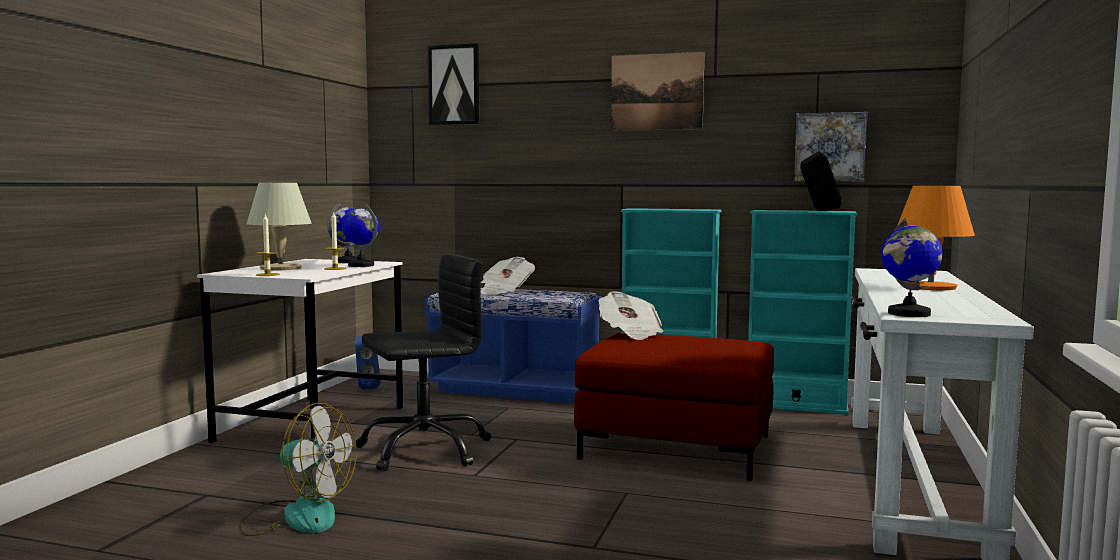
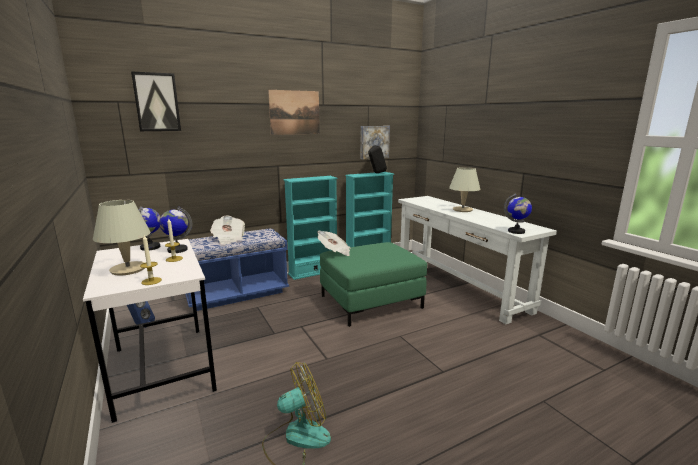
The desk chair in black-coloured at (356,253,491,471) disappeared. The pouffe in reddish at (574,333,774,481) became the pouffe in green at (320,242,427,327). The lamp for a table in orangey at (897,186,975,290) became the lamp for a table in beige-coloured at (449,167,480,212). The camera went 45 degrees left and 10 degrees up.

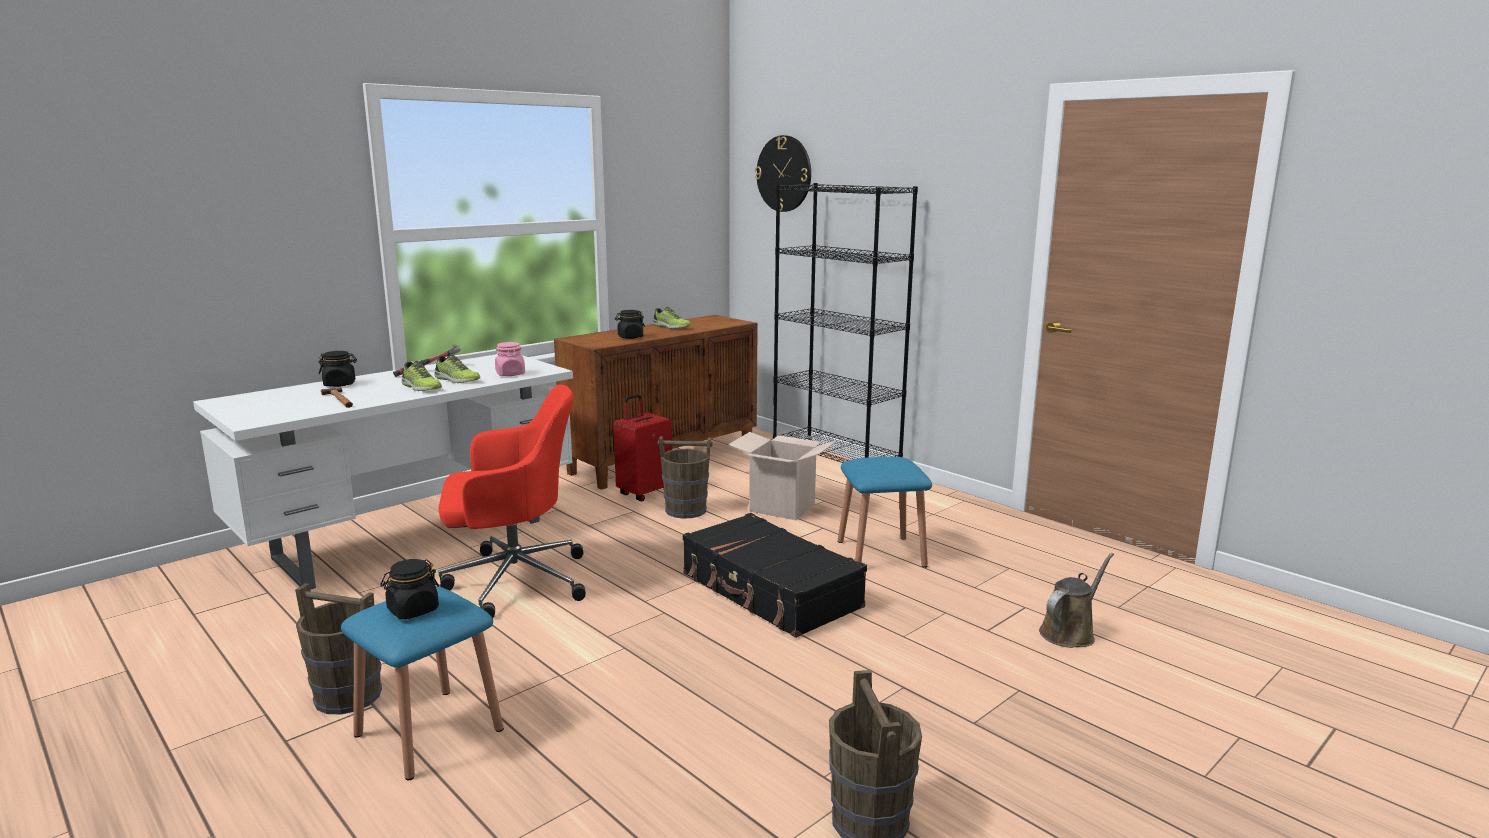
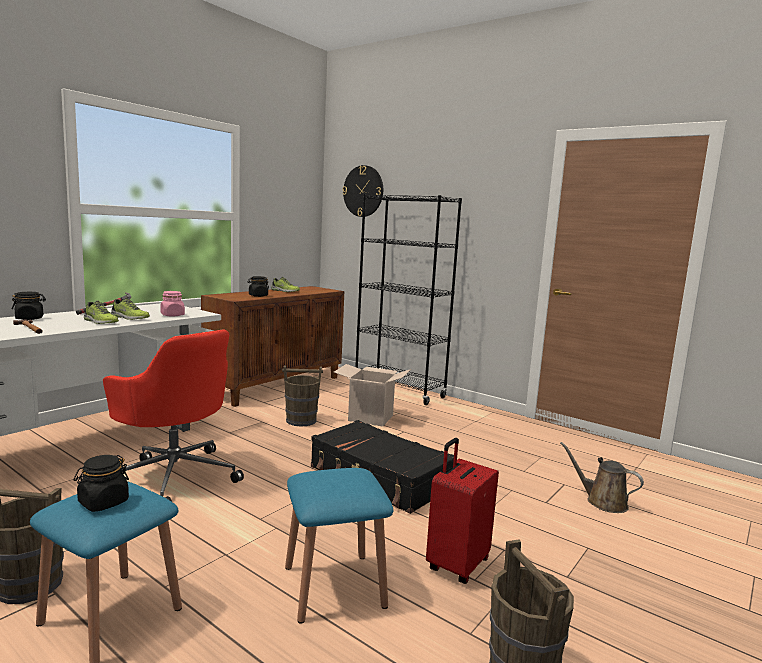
The desk chair in reddish at (438,384,586,618) turned 60 degrees clockwise. The travel case in reddish moved from (613,394,672,501) to (426,438,499,584). The sitting stool in blue moved from (838,457,932,568) to (285,468,393,624). The watering can in brown at (1039,553,1114,648) turned 90 degrees counterclockwise. The camera went 10 degrees left and 5 degrees down.

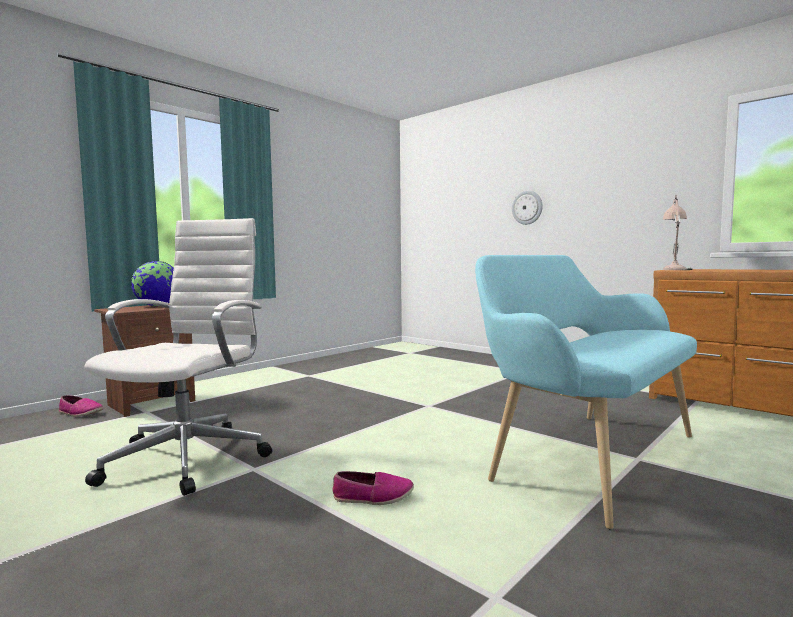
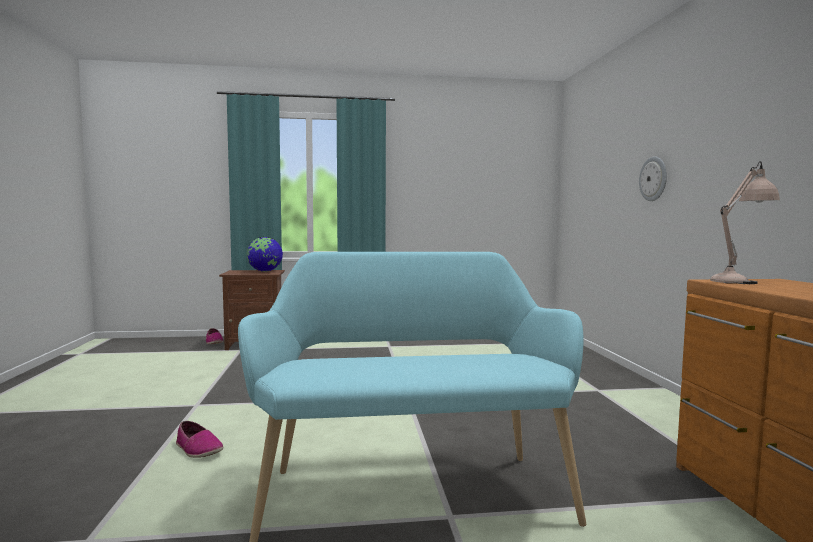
The desk chair in whitish at (84,218,272,496) disappeared. The camera went 40 degrees right and 0 degrees up.

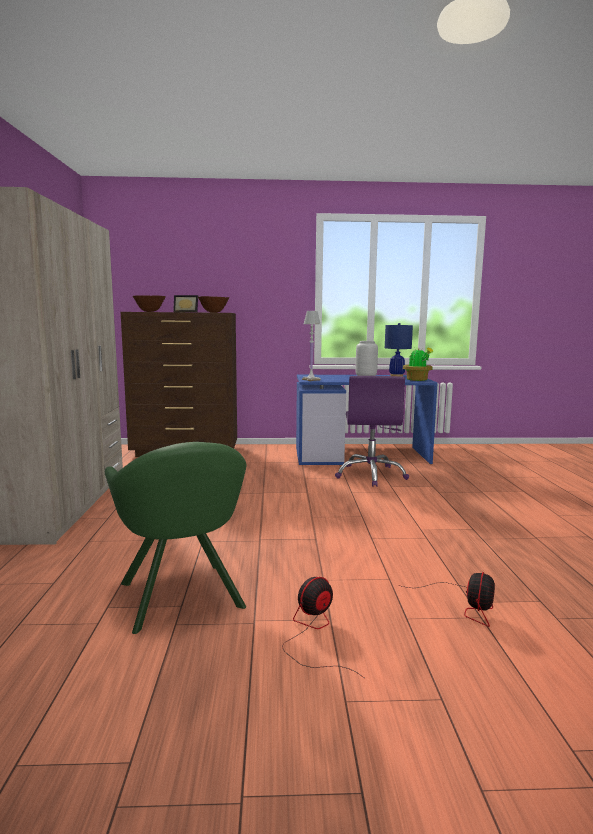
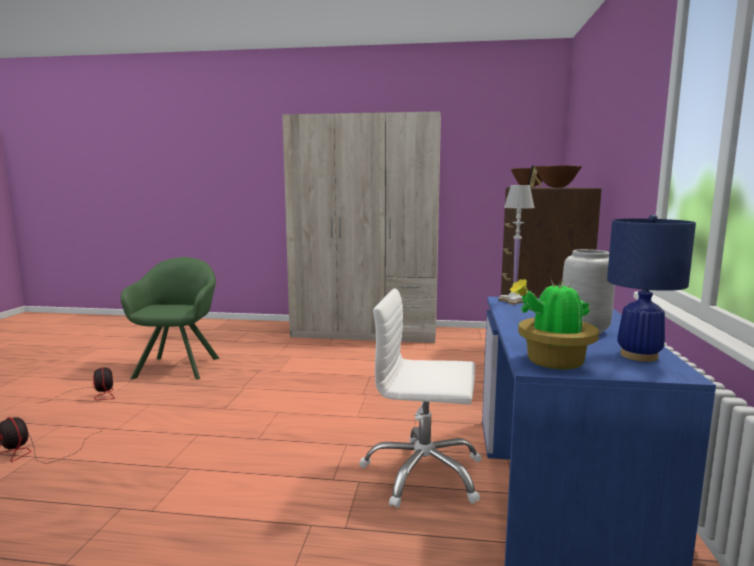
The easy chair in green at (105,442,246,634) turned 105 degrees clockwise. The desk chair in purple at (335,376,409,487) became the desk chair in whitish at (359,289,481,508). The camera went 100 degrees right and 0 degrees up.

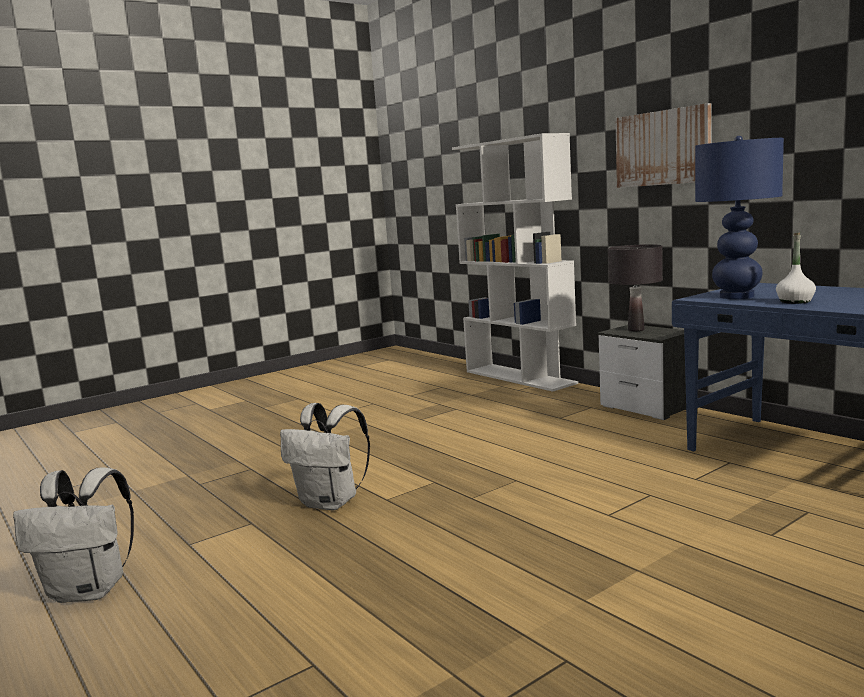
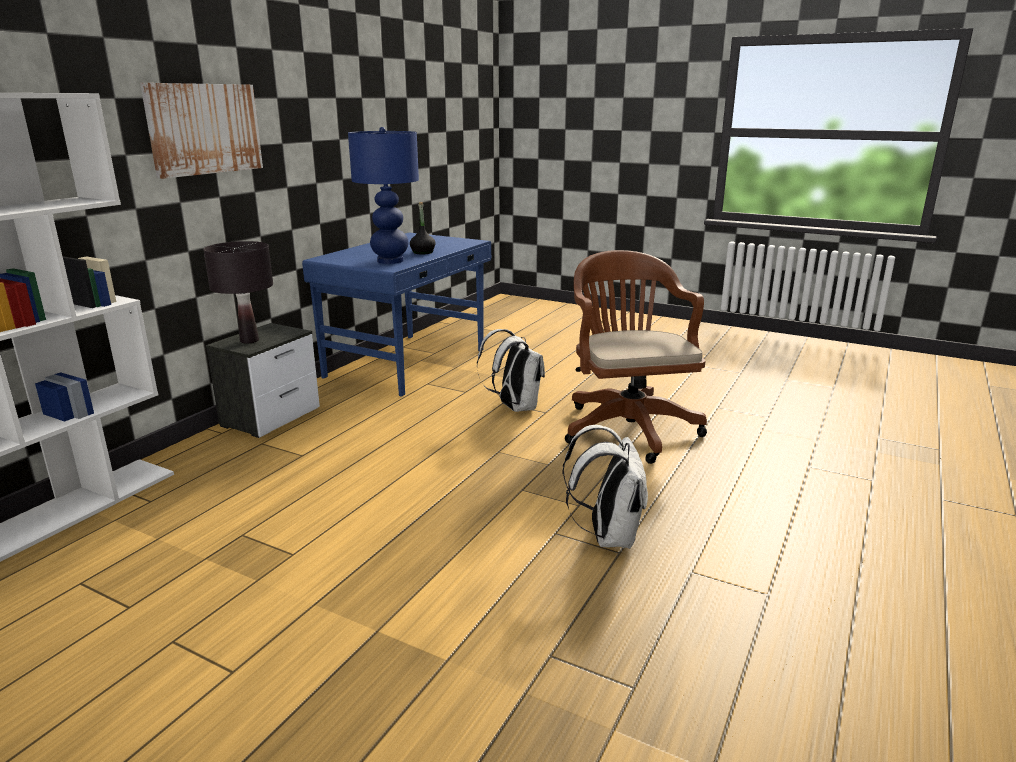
The knapsack in whitish moved from (13,467,134,603) to (477,329,545,412). The drink bottle in whitish at (776,232,816,304) became the drink bottle in black-coloured at (410,202,436,254). The desk chair in brown at (565,250,707,464) appeared. The camera went 115 degrees left and 10 degrees up.

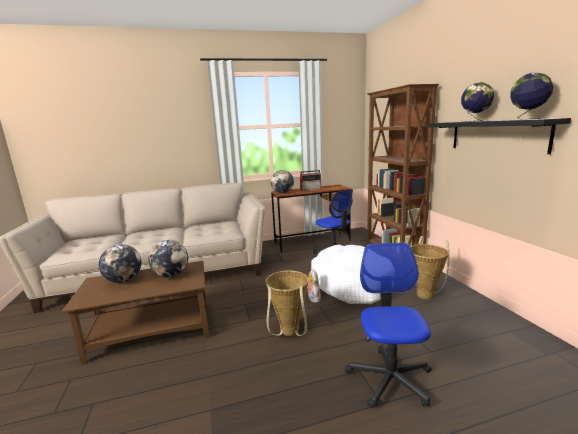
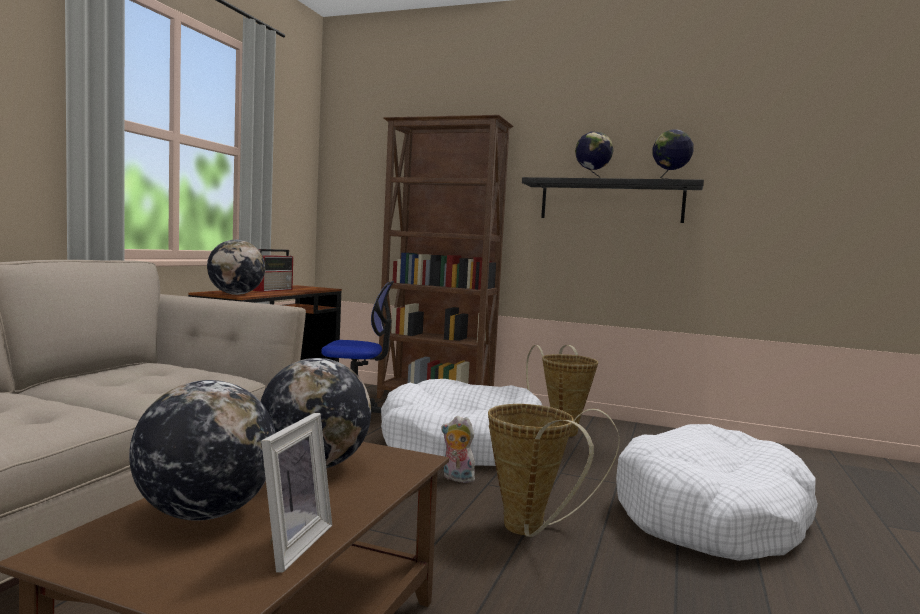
The desk chair at (345,243,432,408) was replaced by the dog bed in whitish at (616,424,818,561). The picture frame at (261,413,332,573) appeared. The camera went 55 degrees left and 10 degrees down.

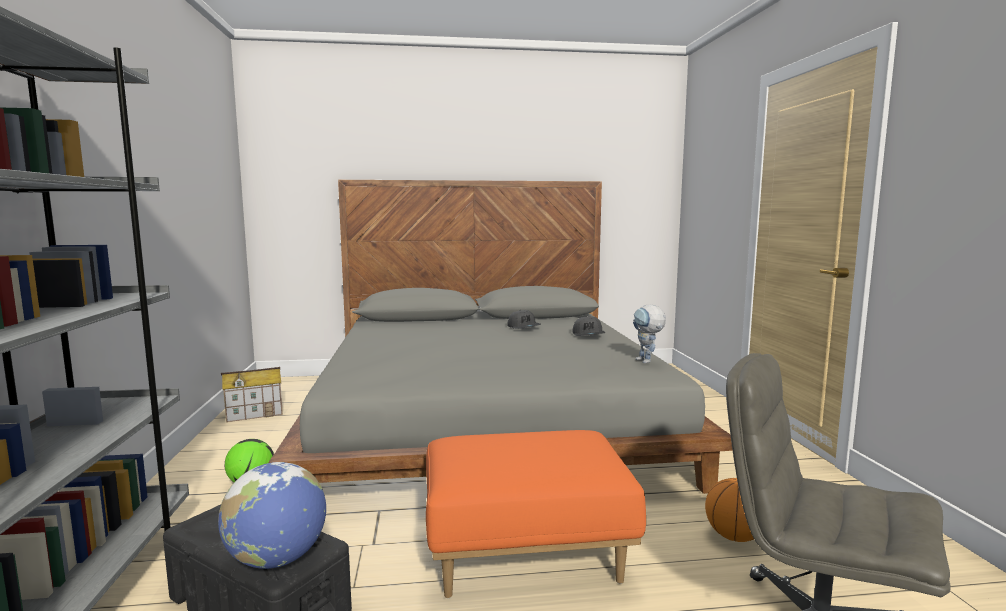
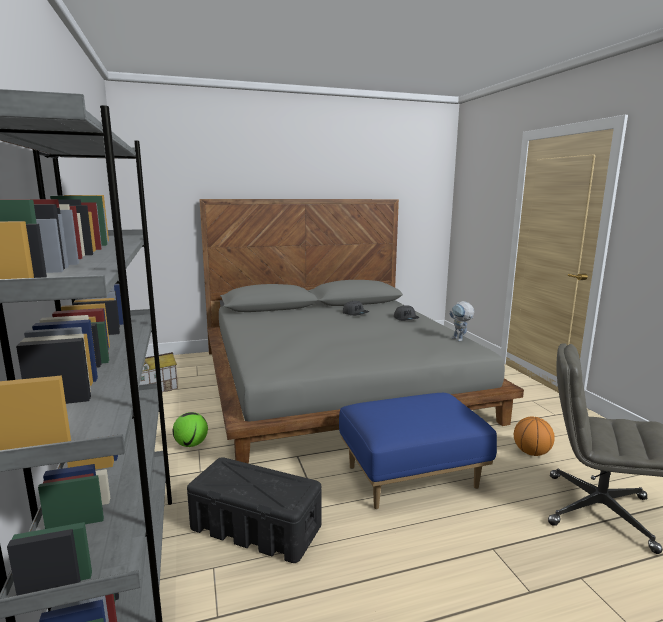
The world globe at (218,462,326,569) disappeared. The pouffe in orangey at (426,430,646,598) became the pouffe in blue at (339,393,497,509). The camera went 10 degrees left and 5 degrees up.

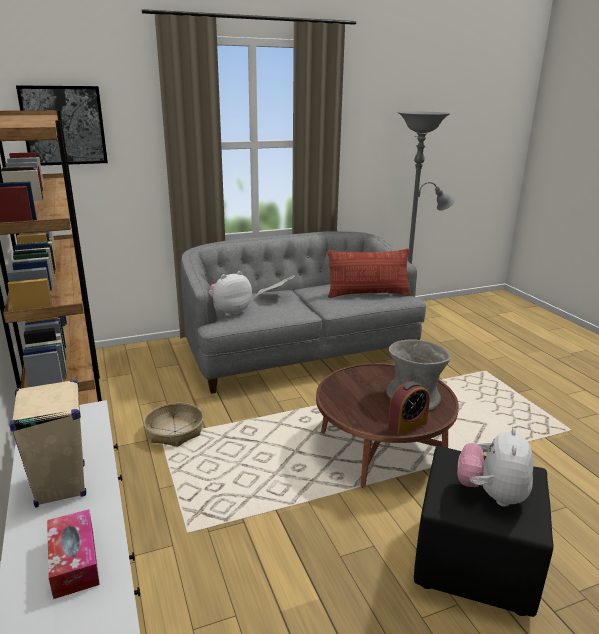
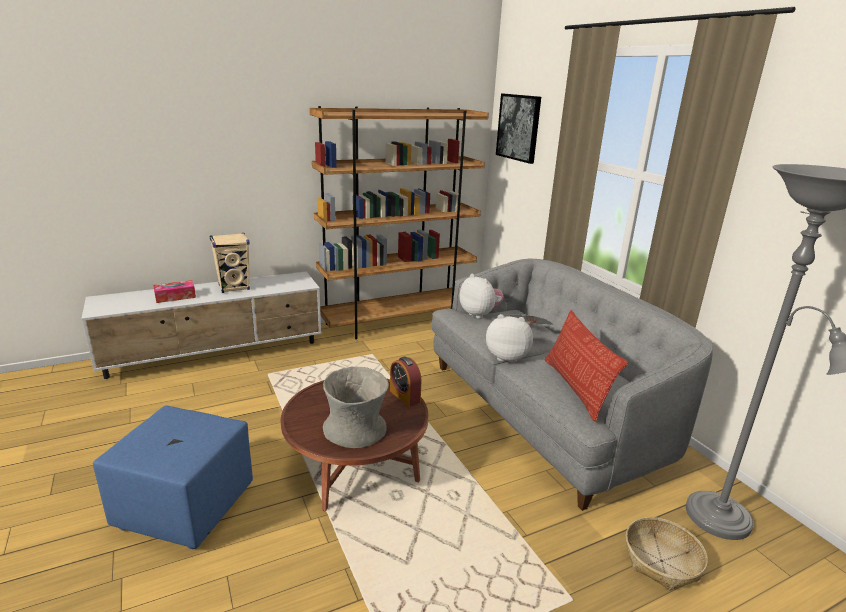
The storage basket moved from (144,403,204,447) to (626,517,708,591). The table clock moved from (388,381,430,434) to (390,357,421,407). The pouffe in black-coloured at (414,446,553,617) became the pouffe in blue at (93,405,253,549). The plush toy moved from (457,428,533,507) to (486,314,533,363). The camera went 85 degrees right and 0 degrees up.

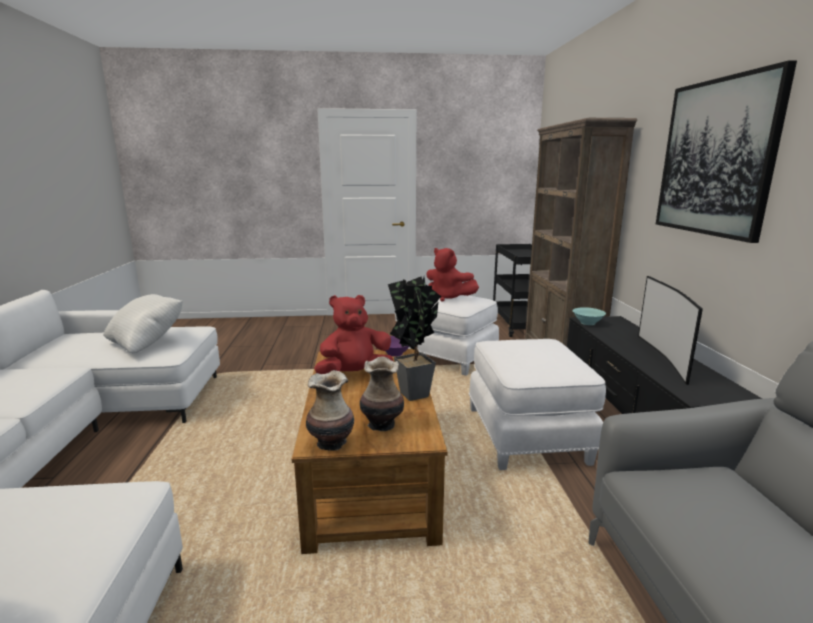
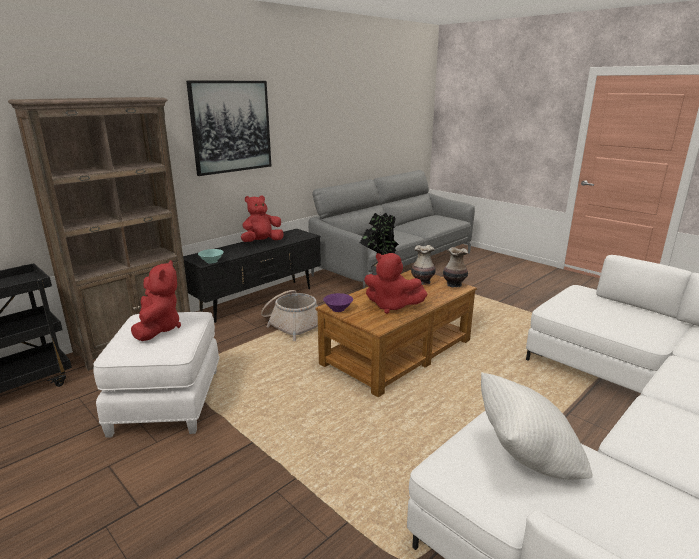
The pouffe in whitish at (469,339,606,470) was replaced by the storage basket at (261,290,318,341). The TV set at (638,276,703,385) was replaced by the plush toy in reddish at (241,195,284,242). The camera went 130 degrees left and 5 degrees up.

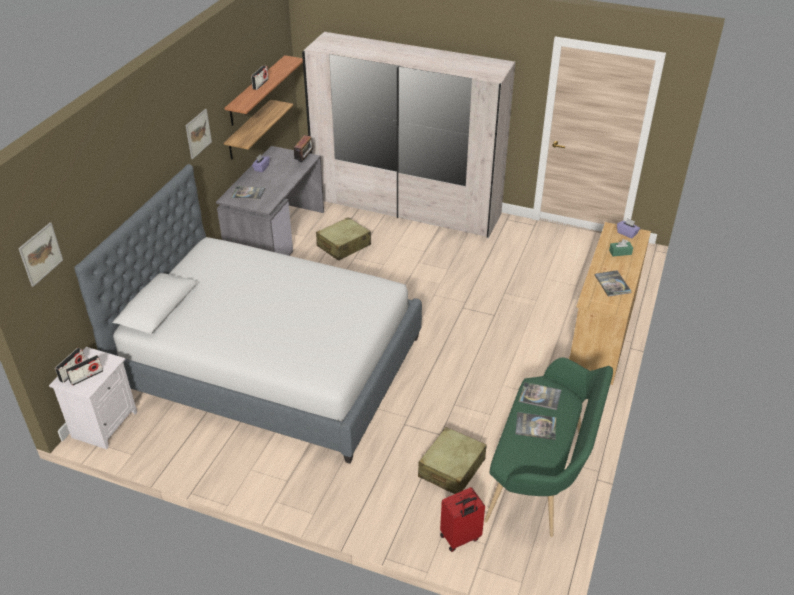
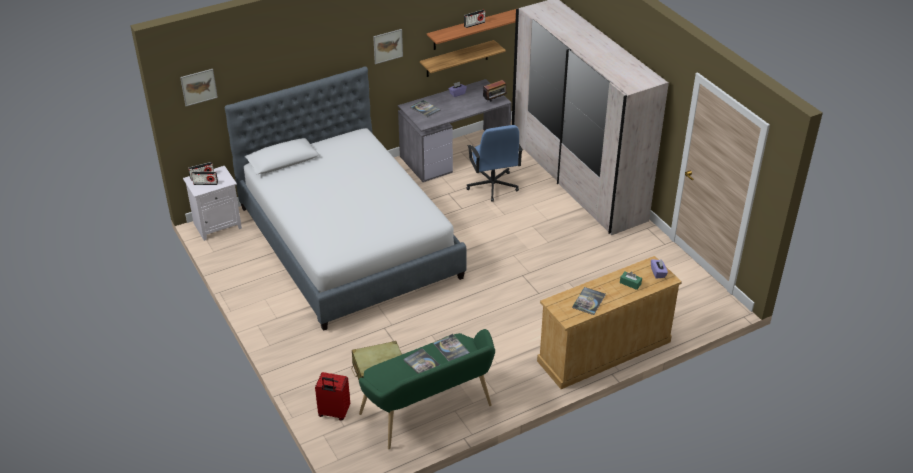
The travel case in beige-coloured at (316,217,371,260) was replaced by the desk chair in blue at (467,125,523,202). The camera went 40 degrees right and 0 degrees up.

